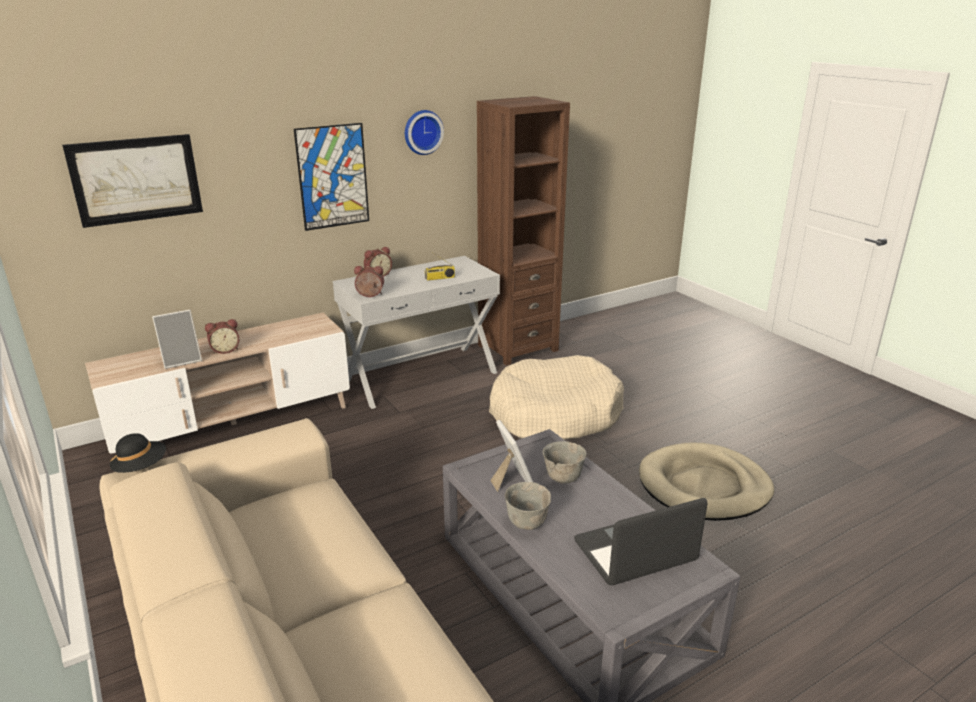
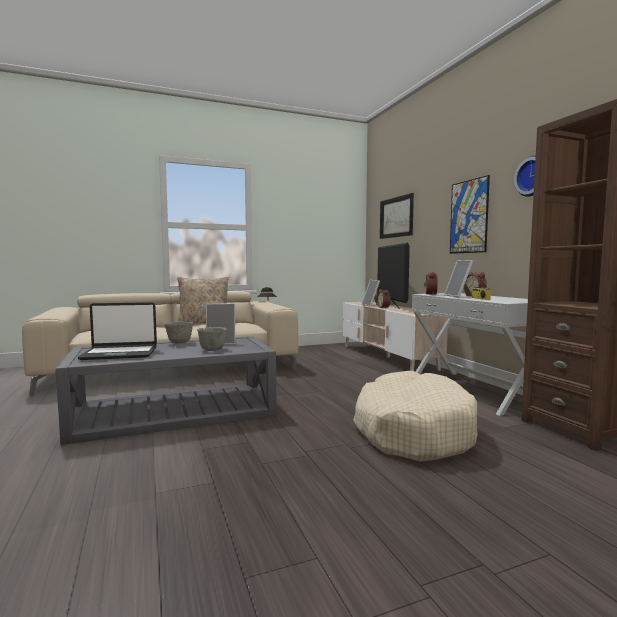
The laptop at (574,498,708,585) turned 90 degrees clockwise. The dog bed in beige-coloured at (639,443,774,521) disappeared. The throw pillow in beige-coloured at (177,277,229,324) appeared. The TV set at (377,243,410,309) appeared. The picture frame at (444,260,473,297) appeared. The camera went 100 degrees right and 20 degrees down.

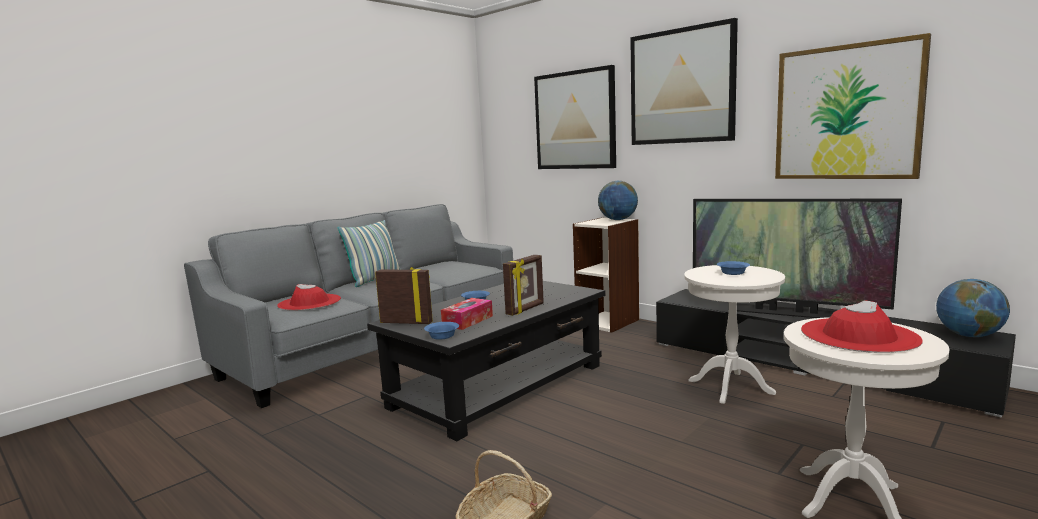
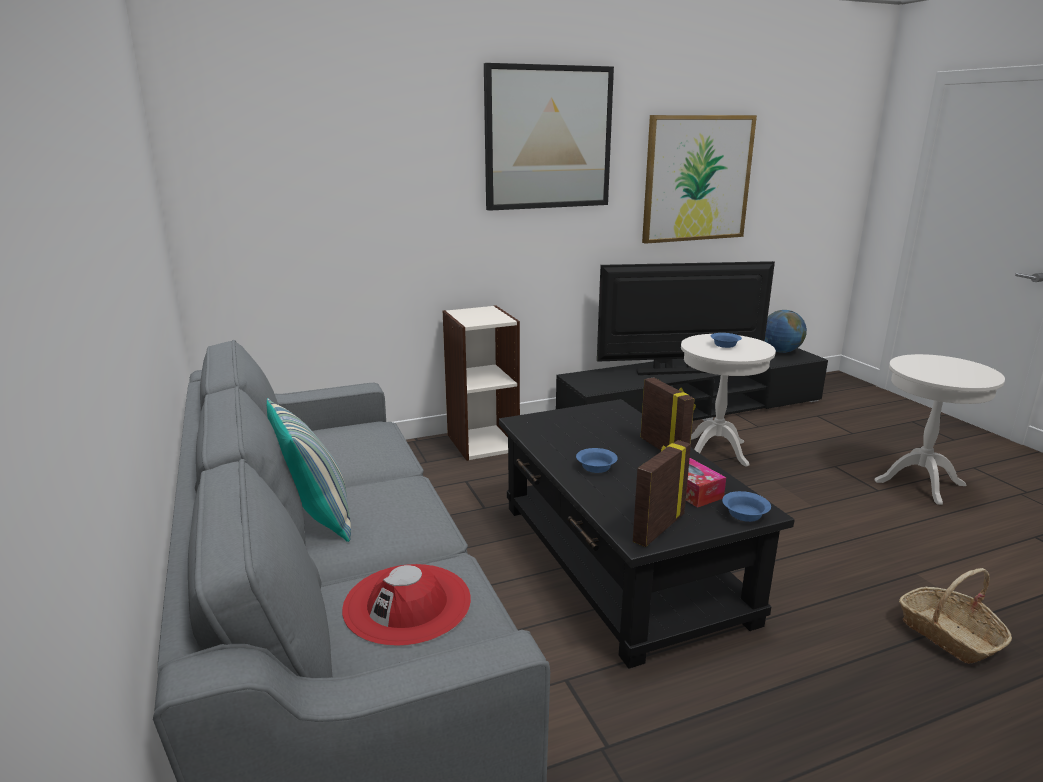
The wall art at (534,65,616,169) disappeared. The world globe at (598,181,638,220) disappeared. The TV set at (693,199,902,318) turned 150 degrees counterclockwise. The wearable hat in reddish at (801,300,923,353) disappeared. The camera went 65 degrees left and 10 degrees up.

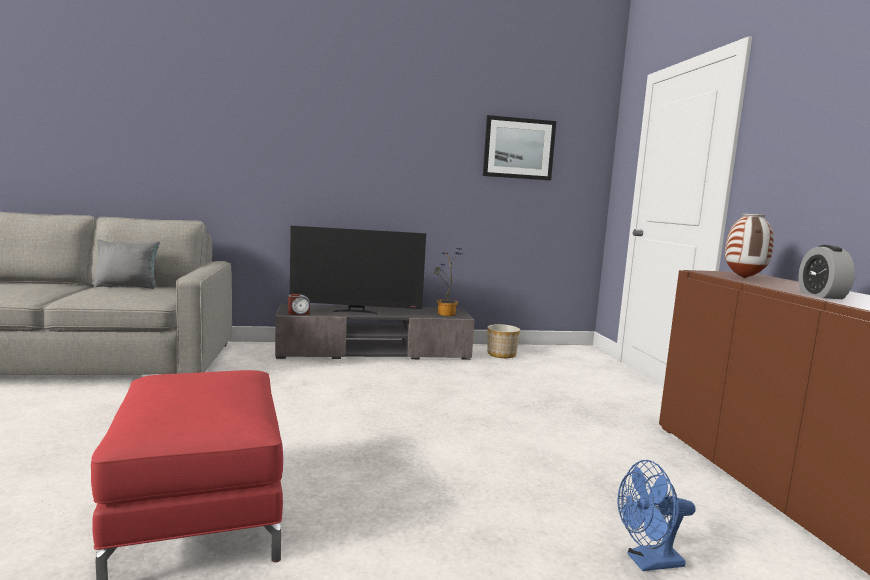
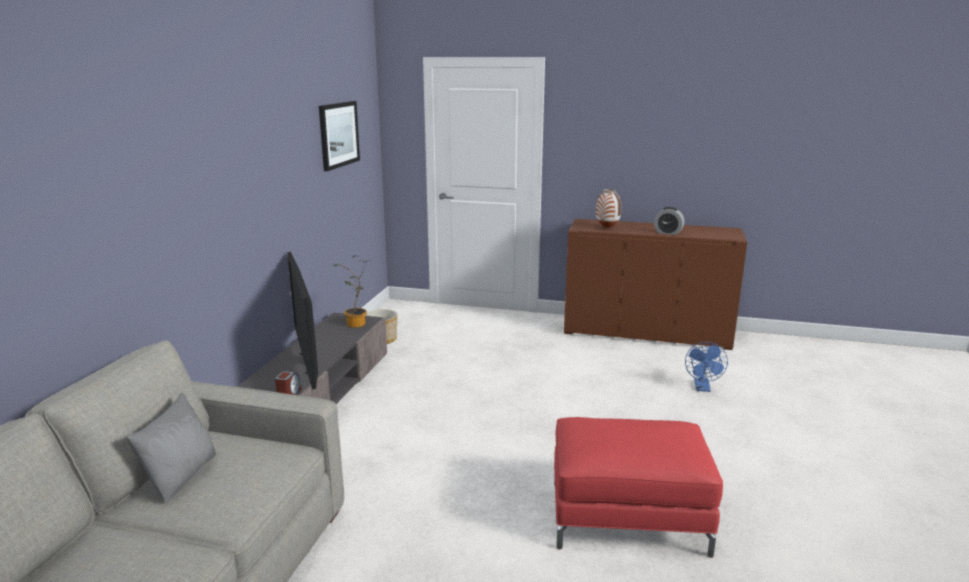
The TV set at (290,226,426,314) turned 135 degrees clockwise. The camera went 65 degrees left and 10 degrees up.

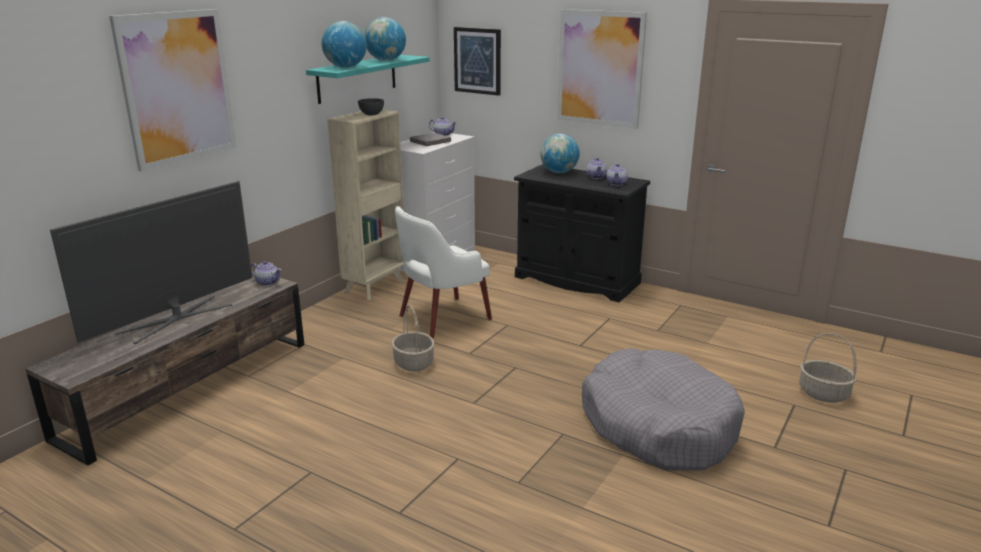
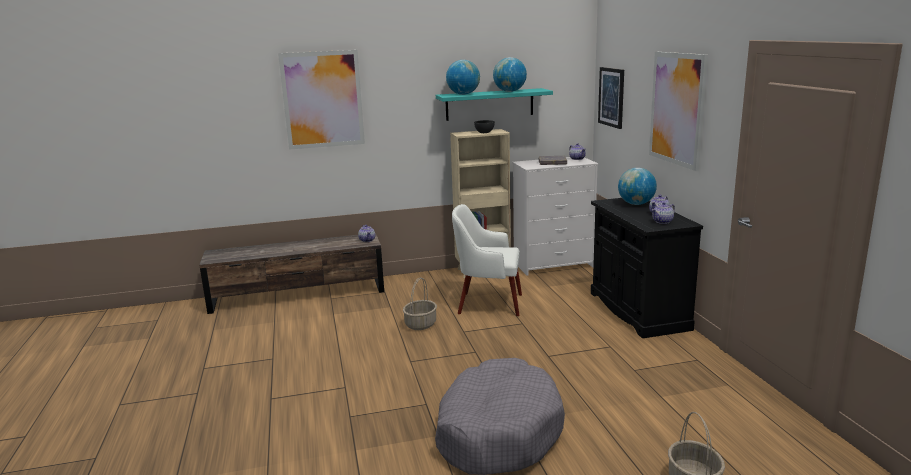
The TV set at (50,181,252,344) disappeared. The camera went 45 degrees right and 5 degrees down.

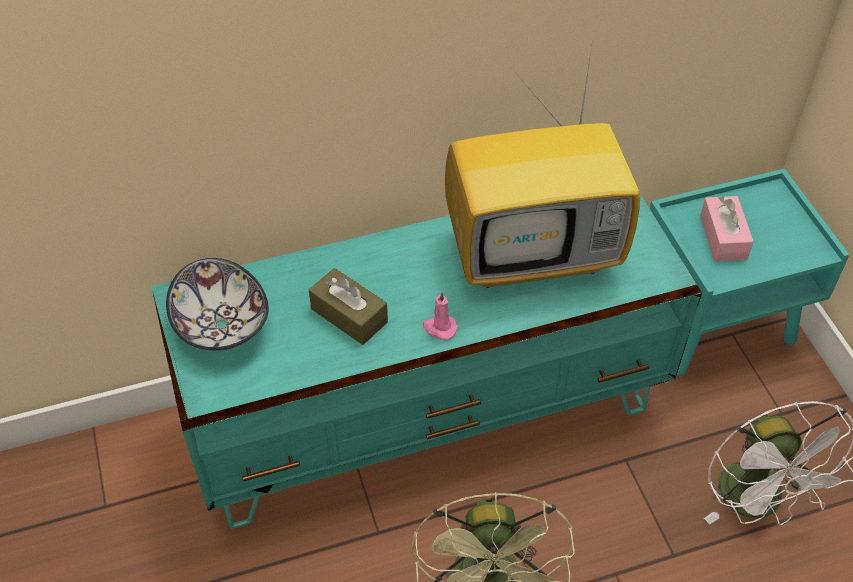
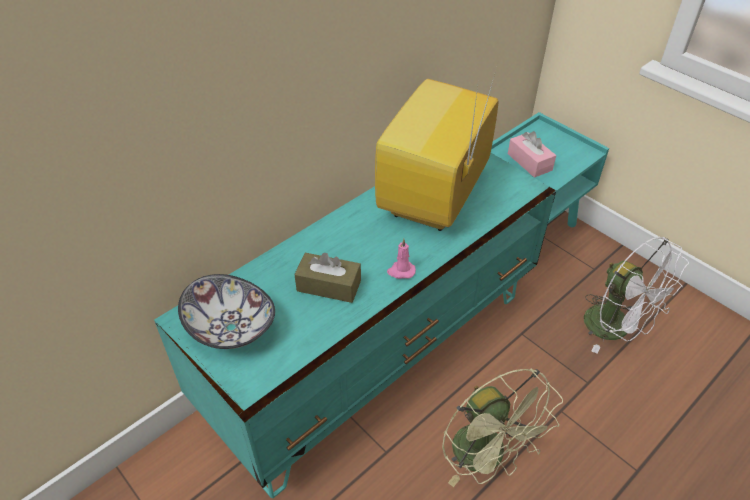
The TV set at (445,40,640,288) turned 150 degrees clockwise. The camera went 25 degrees left and 5 degrees down.

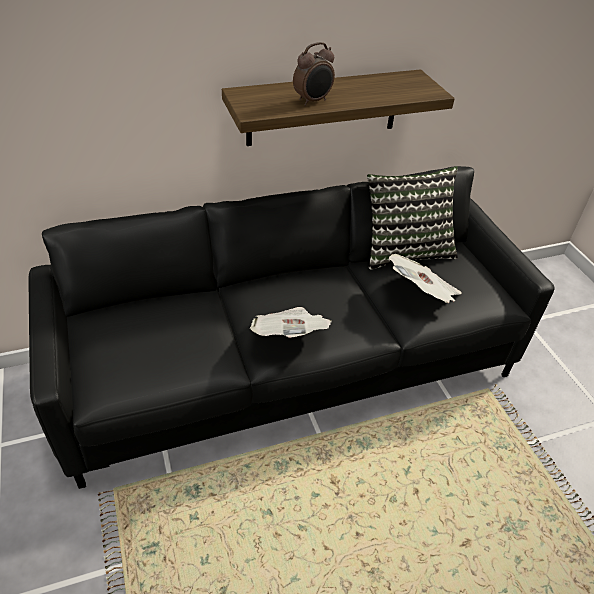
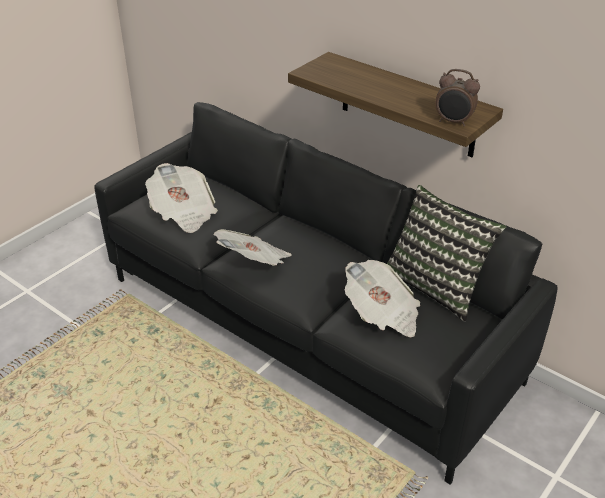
The table clock moved from (293,42,335,106) to (435,69,480,127). The newspaper at (145,163,218,233) appeared. The camera went 60 degrees right and 5 degrees down.

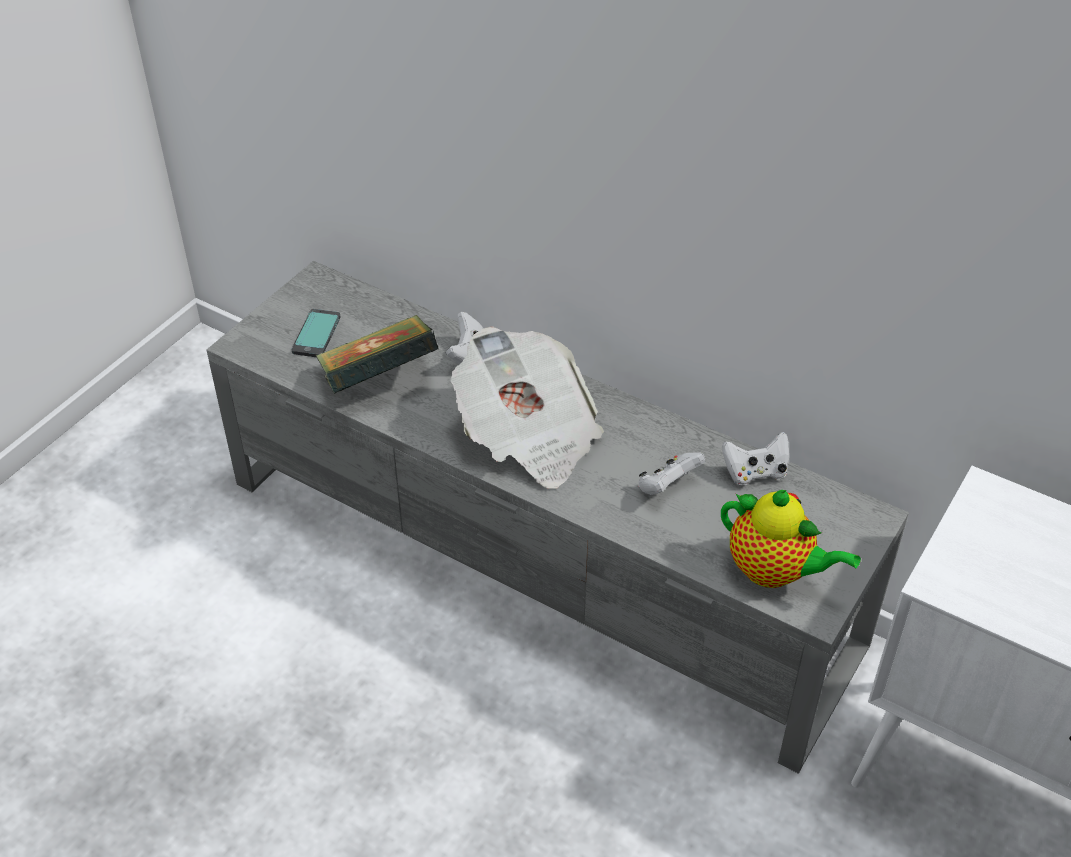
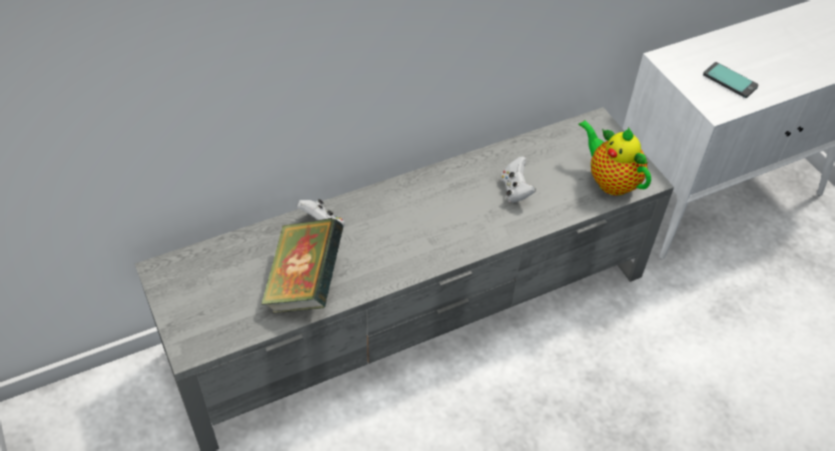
The handset moved from (291,309,340,357) to (703,62,759,98). The newspaper at (451,326,604,489) disappeared. The teapot at (721,490,861,588) turned 105 degrees counterclockwise. The gamepad in whitish at (722,432,789,486) disappeared. The camera went 60 degrees left and 5 degrees up.

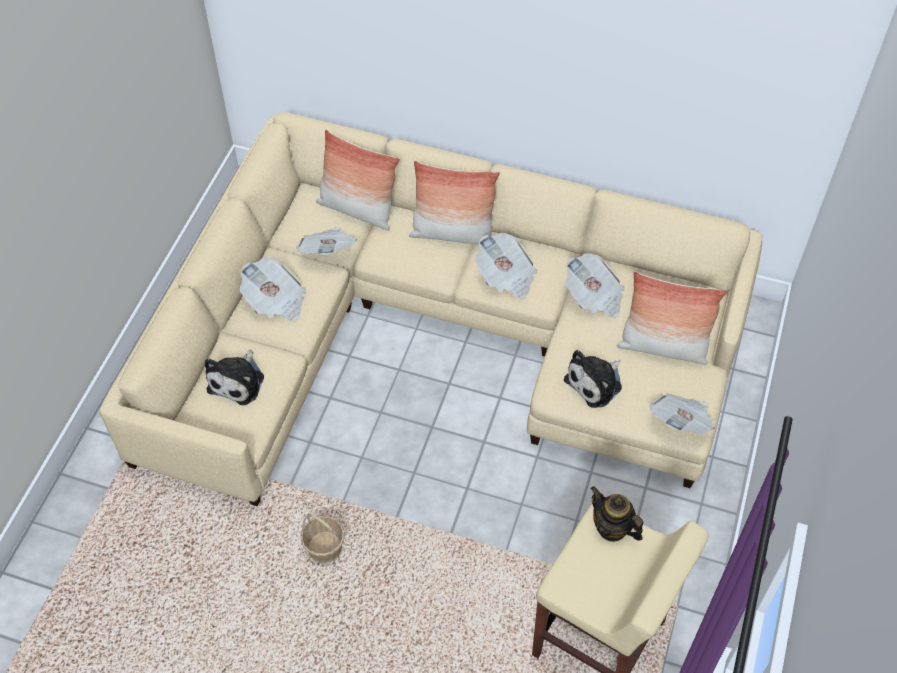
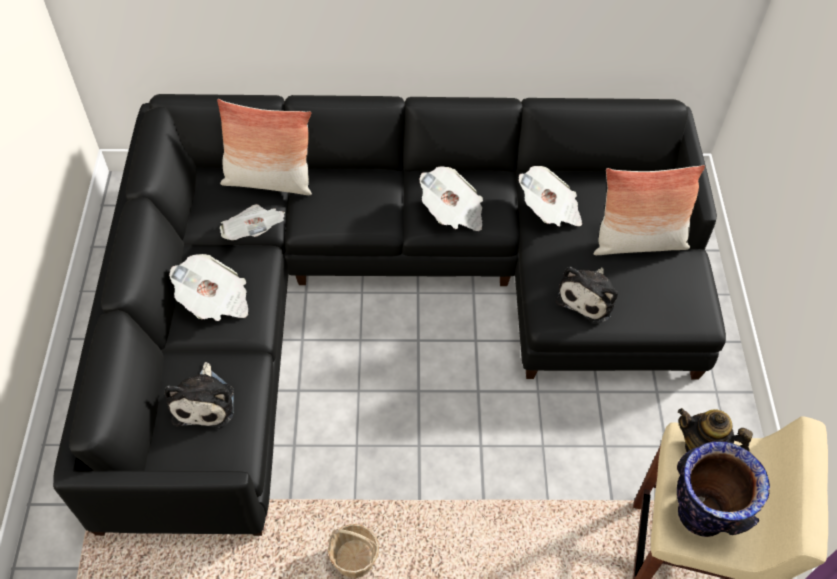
The couch in beige-coloured at (100,112,762,506) became the couch in black-coloured at (53,94,726,536). The throw pillow at (409,161,500,245) disappeared. The newspaper at (649,393,715,434) disappeared. The vase at (677,441,770,537) appeared. The camera went 20 degrees left and 0 degrees up.

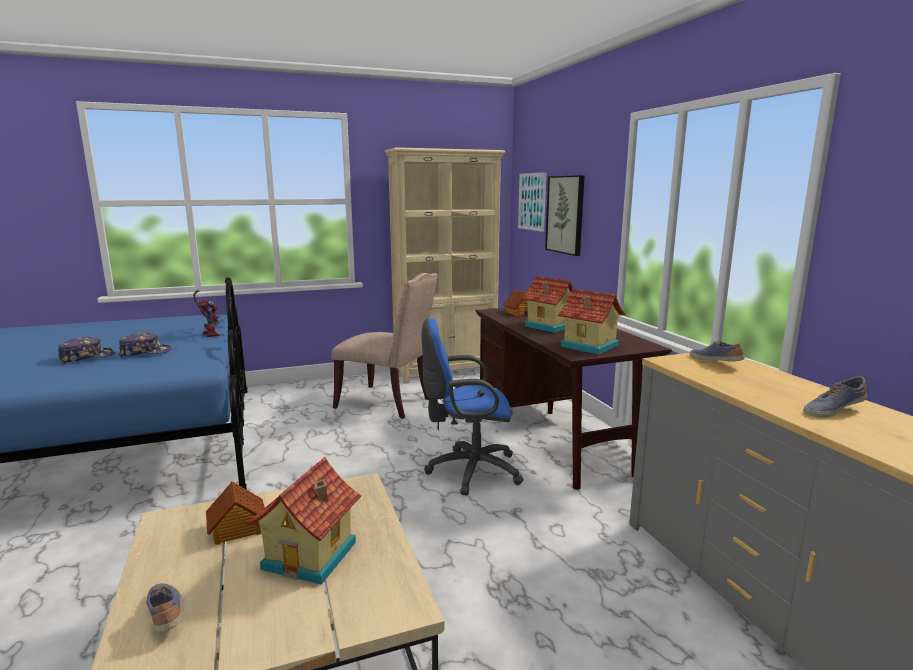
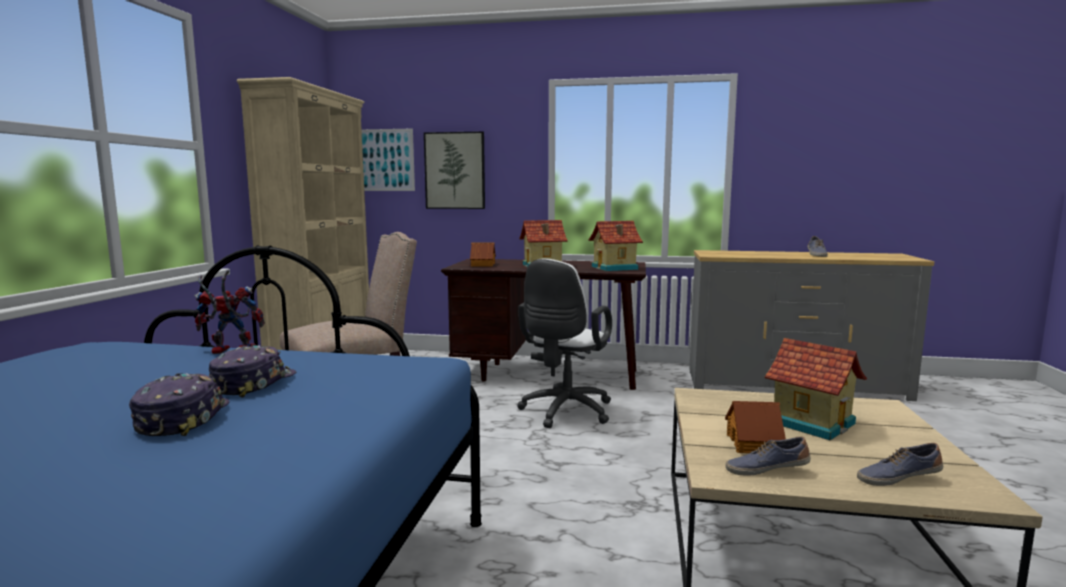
The desk chair in blue at (422,318,524,496) became the desk chair in whitish at (517,258,612,428). The shoe moved from (690,341,745,362) to (726,437,811,476). The camera went 60 degrees left and 5 degrees down.

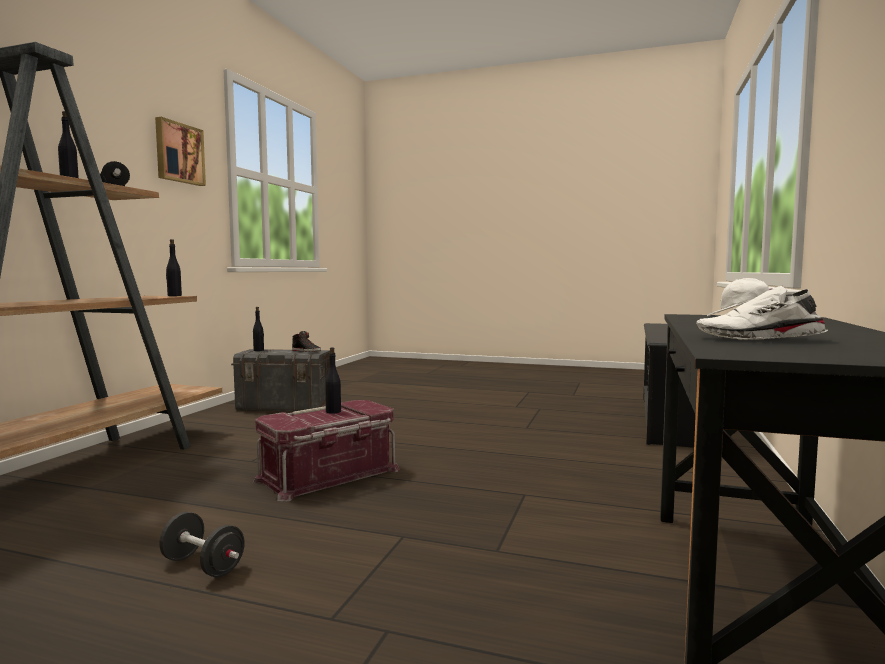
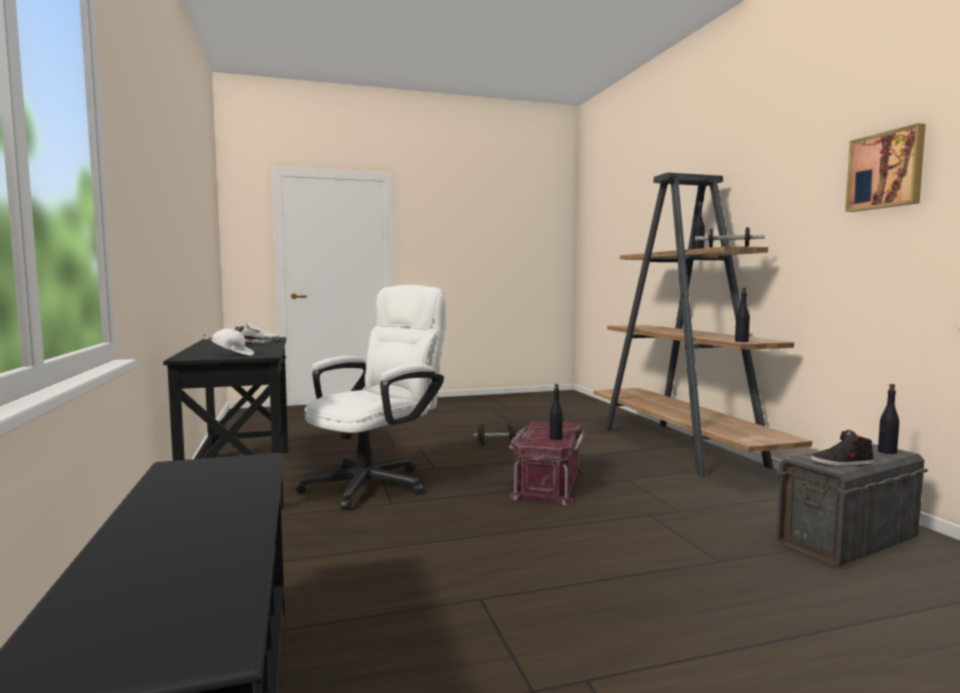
The desk chair in whitish at (296,285,446,510) appeared. The camera went 145 degrees right and 0 degrees up.

